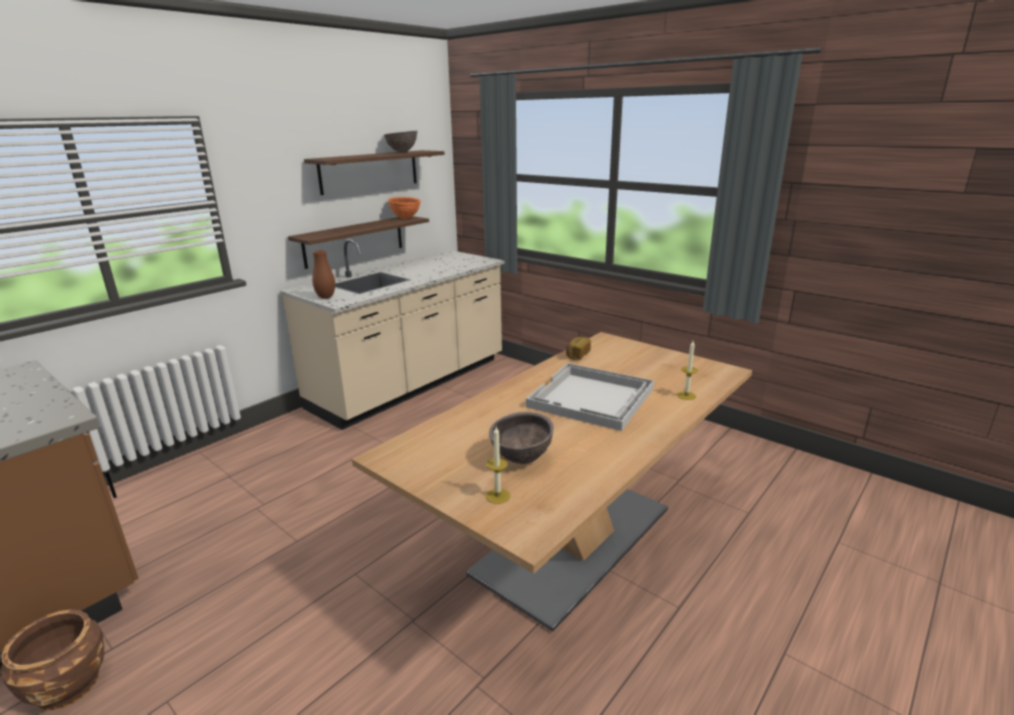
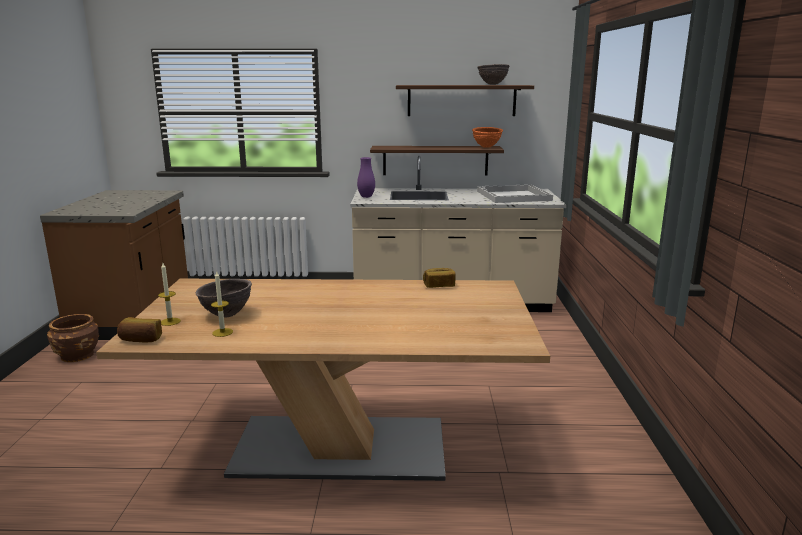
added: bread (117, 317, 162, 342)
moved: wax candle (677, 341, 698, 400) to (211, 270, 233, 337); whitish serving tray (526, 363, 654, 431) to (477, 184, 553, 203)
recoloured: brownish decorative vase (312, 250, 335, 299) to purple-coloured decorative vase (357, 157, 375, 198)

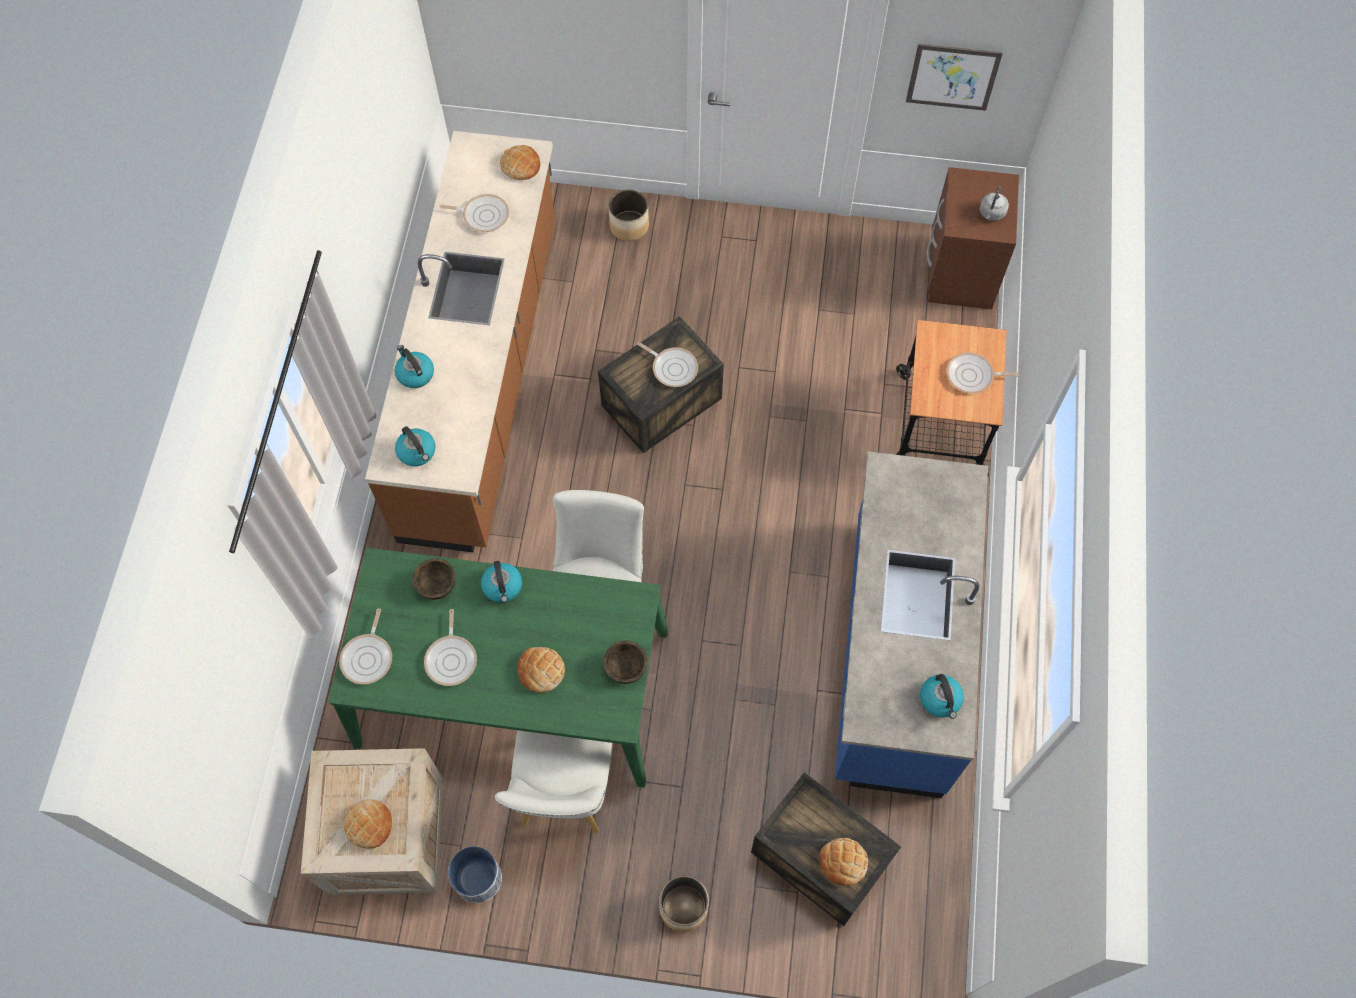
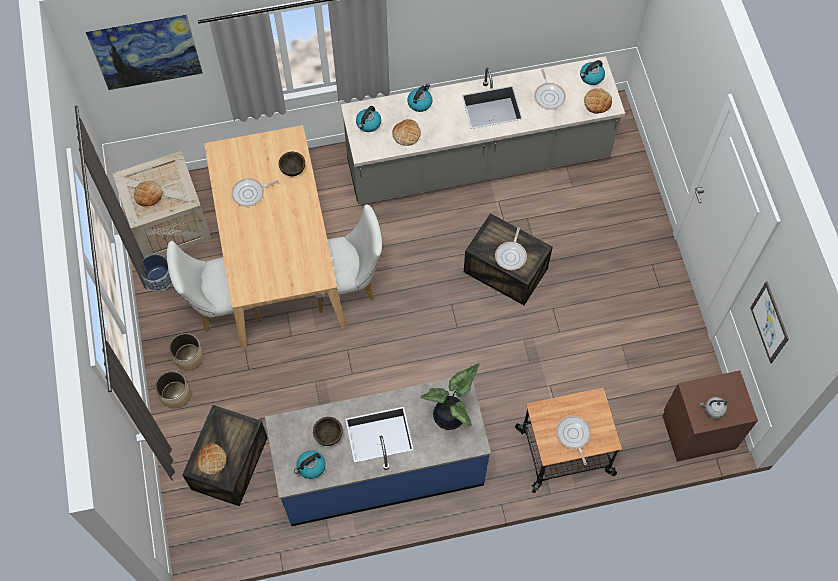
removed: pan (339, 608, 392, 685)
added: wall picture (86, 14, 203, 90); houseplant (420, 363, 480, 430)
moved: plant pot (609, 190, 649, 241) to (169, 333, 204, 371); kettle (481, 561, 522, 603) to (580, 60, 605, 85); brownish serving bowl (603, 641, 648, 684) to (313, 417, 343, 446); bread (518, 647, 565, 693) to (392, 119, 421, 146)
recoloured: brownish kitchen counter (365, 131, 555, 553) to gray kitchen counter (341, 56, 625, 204); greenish kitchen table (328, 548, 668, 788) to beige kitchen table (204, 125, 347, 349)

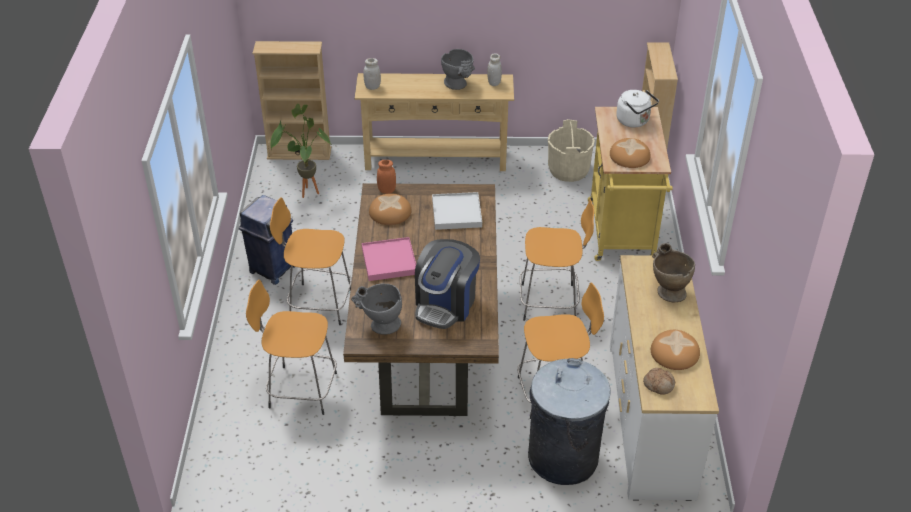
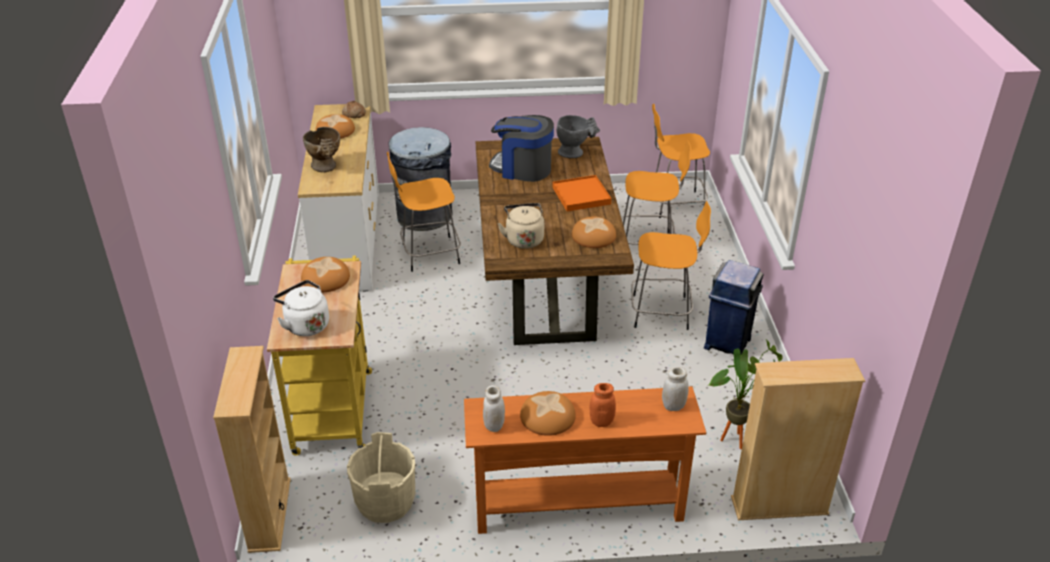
moved: orange jar (377, 160, 396, 194) to (590, 383, 616, 427); orange stool (520, 199, 594, 321) to (652, 104, 710, 218)
replaced: gray decorative vase (441, 49, 475, 90) to bread (520, 391, 576, 436); whitish serving tray (432, 192, 482, 230) to beige kettle (498, 203, 544, 249)
recoloured: beige console table (354, 73, 514, 171) to orange console table (464, 386, 706, 534); pink serving tray (362, 237, 416, 281) to orange serving tray (553, 175, 612, 211)
turned: coffee brewer (415, 239, 480, 329) = (489, 115, 554, 182) 90 degrees counterclockwise

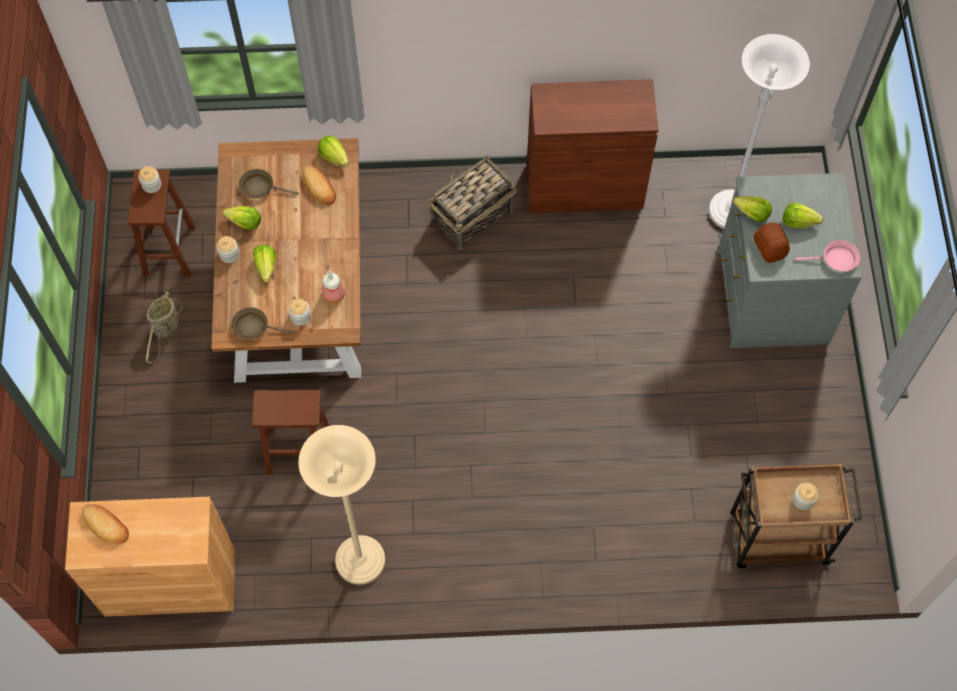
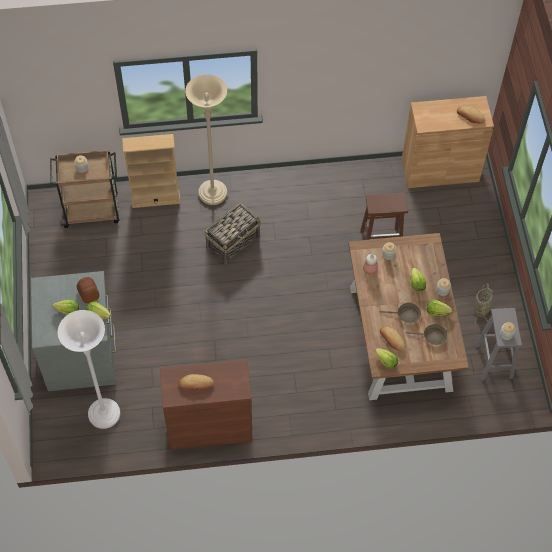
removed: pink pan (795, 240, 860, 272)
added: beige bookcase (122, 134, 181, 208); bread (178, 374, 214, 390)
moved: basket (429, 155, 516, 250) to (204, 203, 261, 265); brownish pan (231, 307, 295, 340) to (380, 303, 421, 323); beige standard lamp (298, 425, 385, 585) to (185, 74, 227, 205)
recoloured: brownish stool (128, 169, 195, 277) to gray stool (475, 308, 522, 380)

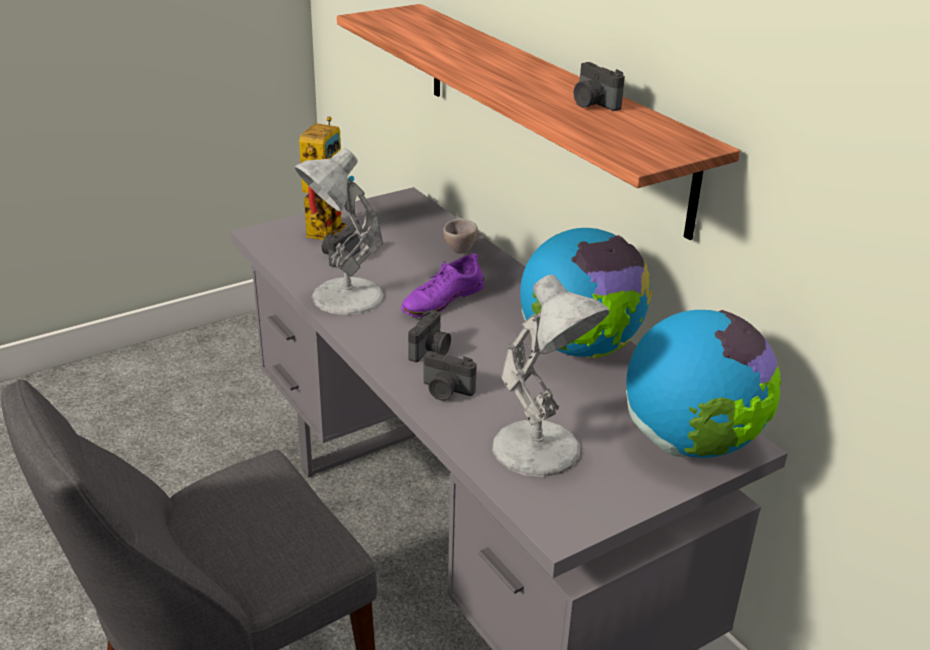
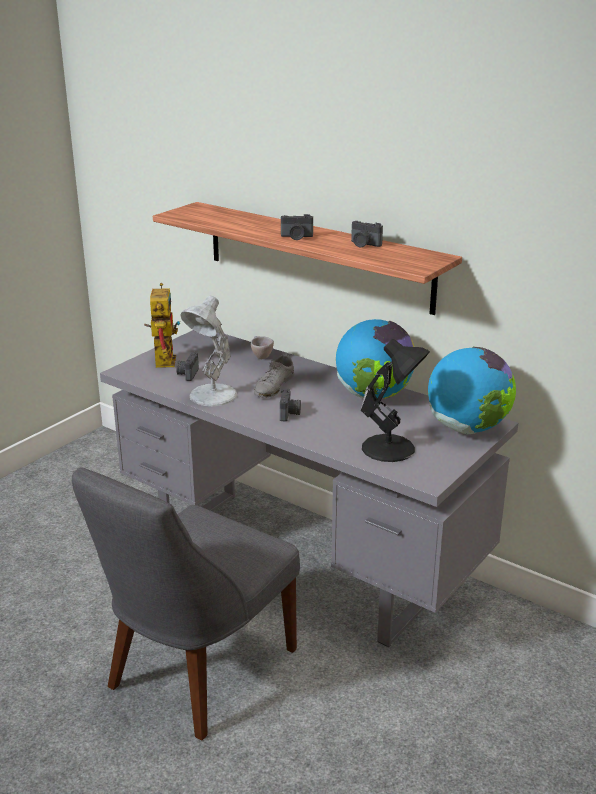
moved: still camera (424, 351, 477, 401) to (281, 214, 313, 240)
recoloured: purple-coloured item of footwear (401, 253, 484, 317) to gray item of footwear (254, 353, 294, 398); whitish lamp for a table (492, 275, 610, 477) to black lamp for a table (361, 339, 430, 462)

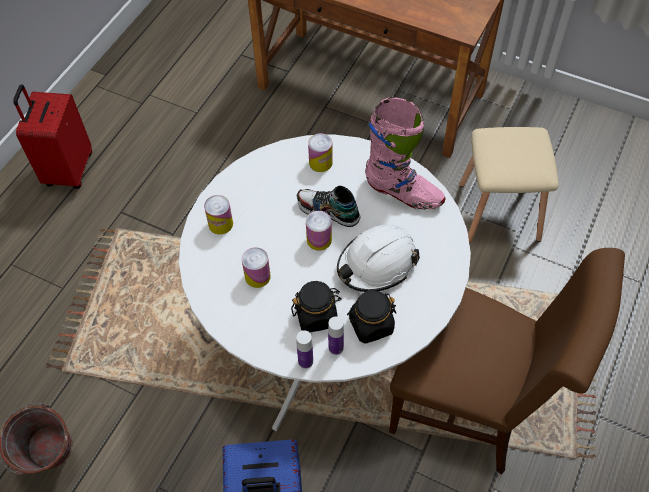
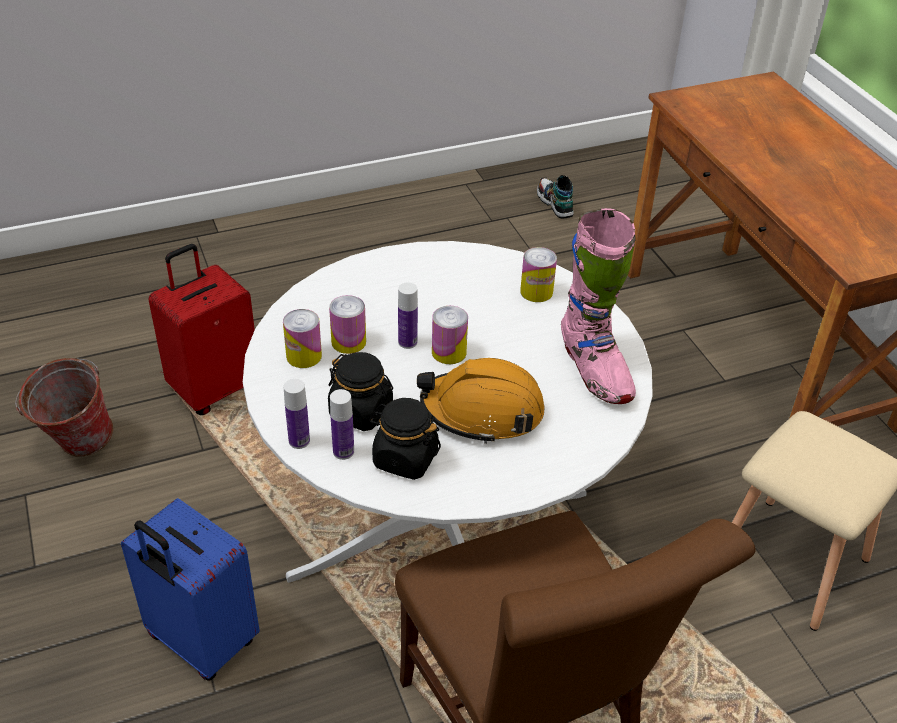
added: bottle (398, 282, 418, 349)
moved: red-coloured travel case (13, 84, 92, 189) to (148, 244, 255, 415); item of footwear (296, 185, 361, 227) to (537, 175, 574, 218); sealed can (204, 195, 233, 235) to (283, 309, 322, 368)
recoloured: whitish safety helmet (337, 225, 420, 292) to orange safety helmet (417, 358, 545, 444)

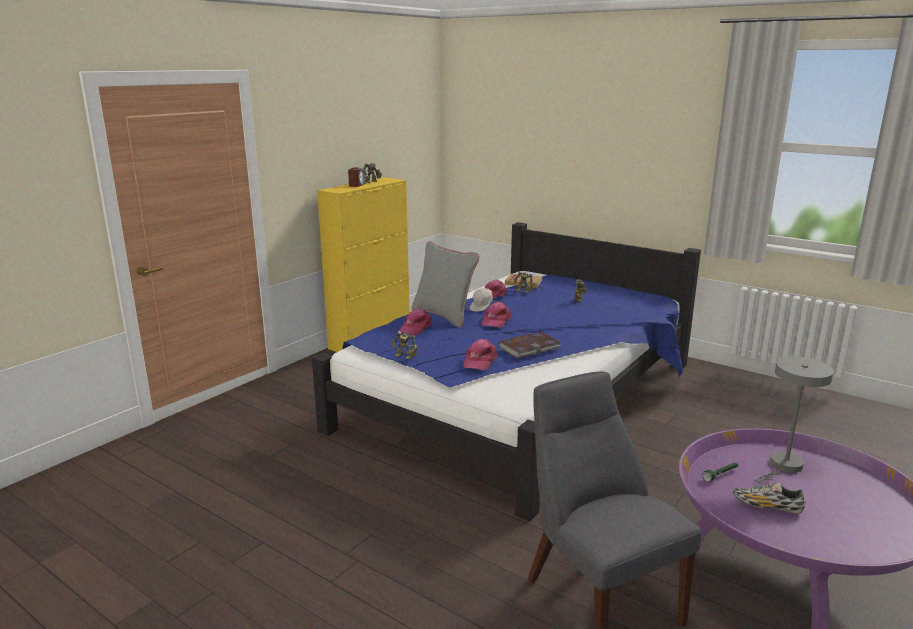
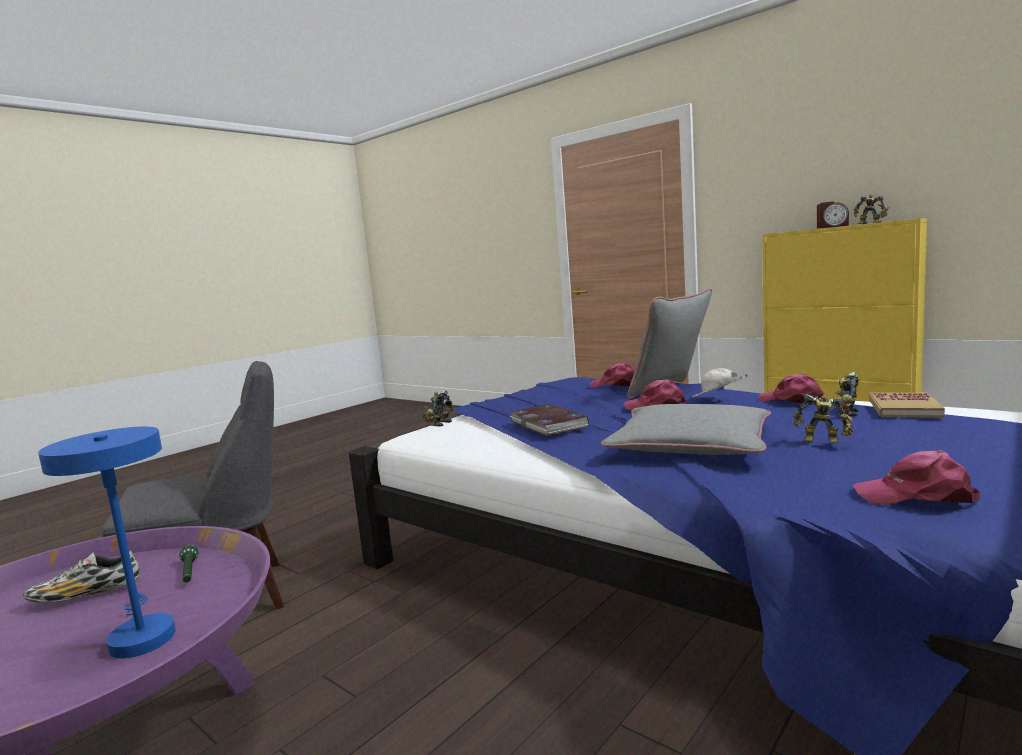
added: gray cushion (601, 404, 771, 455)
moved: robot figure (392, 331, 418, 359) to (422, 390, 454, 427); pink cap (463, 338, 497, 370) to (853, 450, 980, 505)
recoloured: gray lamp for a table (754, 356, 834, 483) to blue-coloured lamp for a table (38, 427, 176, 658)
turned: item of footwear (733, 482, 805, 514) = (23, 550, 140, 603) 135 degrees counterclockwise

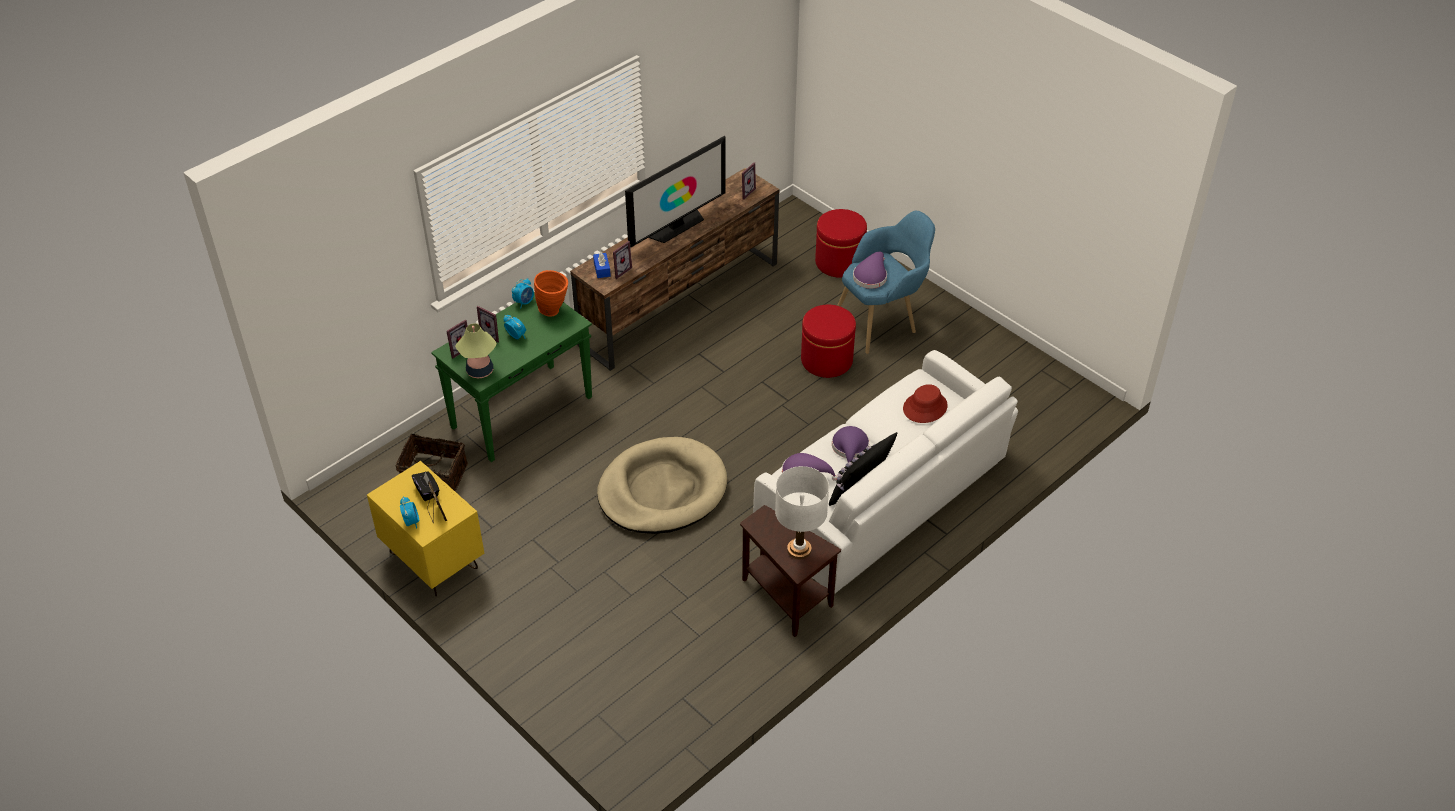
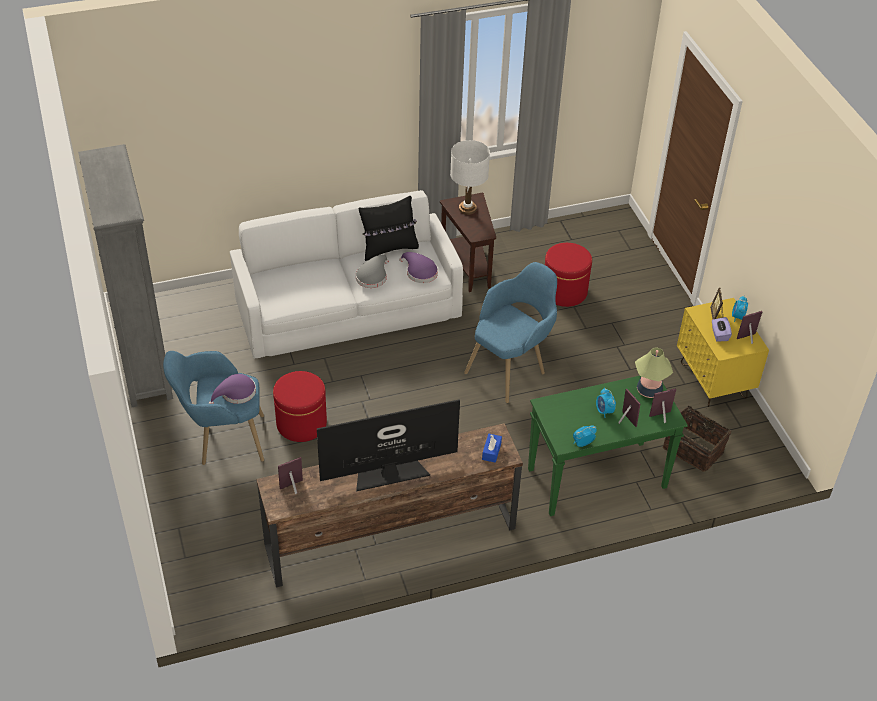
removed: orange decorative vase (534, 270, 568, 316); red-coloured clothing hat (903, 384, 948, 423)
added: gray bookcase (78, 144, 173, 407)
moved: red-coloured pouffe (815, 209, 867, 278) to (545, 243, 592, 307); standing frame (613, 241, 632, 279) to (737, 311, 762, 344)
replaced: beige pet bed (597, 437, 727, 534) to blue-coloured easy chair (464, 262, 557, 403)
recoloured: purple-coloured clothing hat (832, 426, 869, 462) to gray clothing hat (356, 255, 389, 288); black tissue box (412, 471, 439, 501) to purple-coloured tissue box (712, 317, 732, 341)

